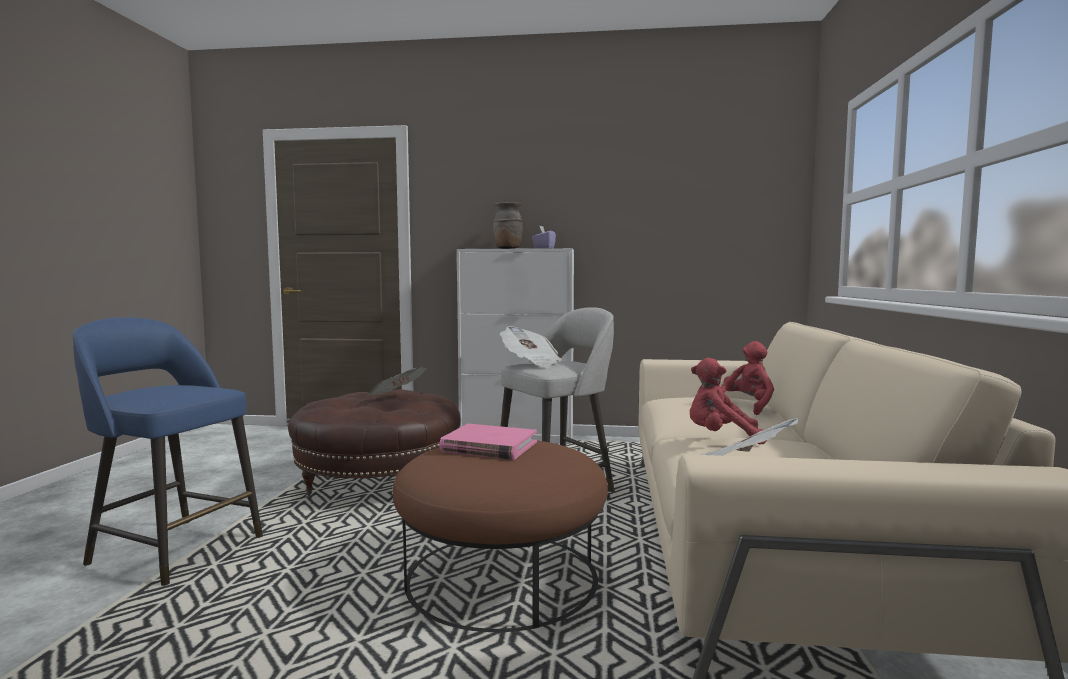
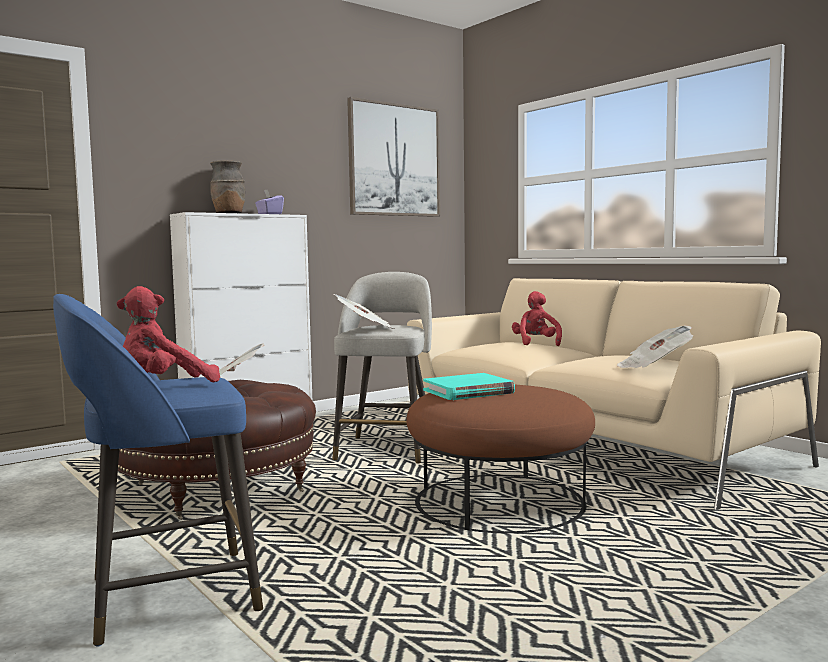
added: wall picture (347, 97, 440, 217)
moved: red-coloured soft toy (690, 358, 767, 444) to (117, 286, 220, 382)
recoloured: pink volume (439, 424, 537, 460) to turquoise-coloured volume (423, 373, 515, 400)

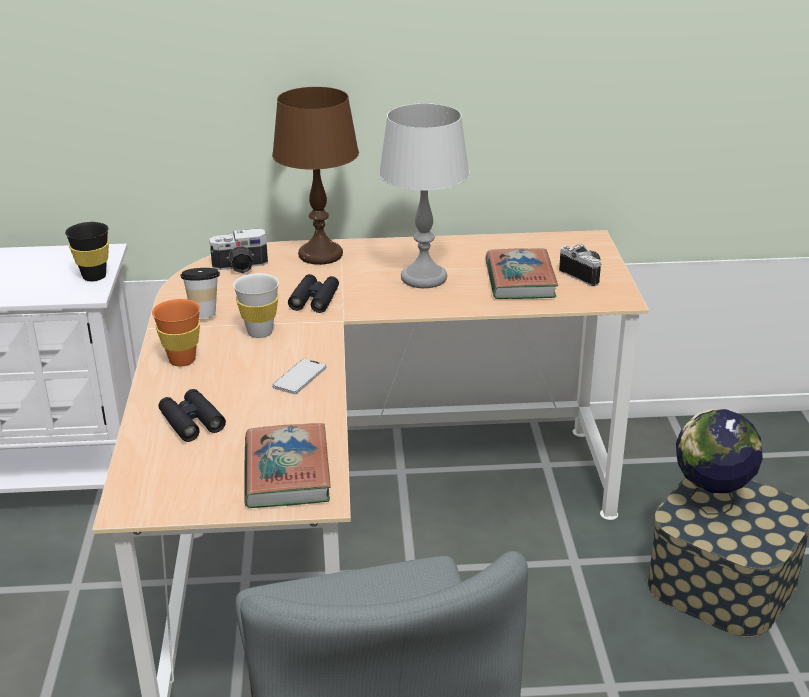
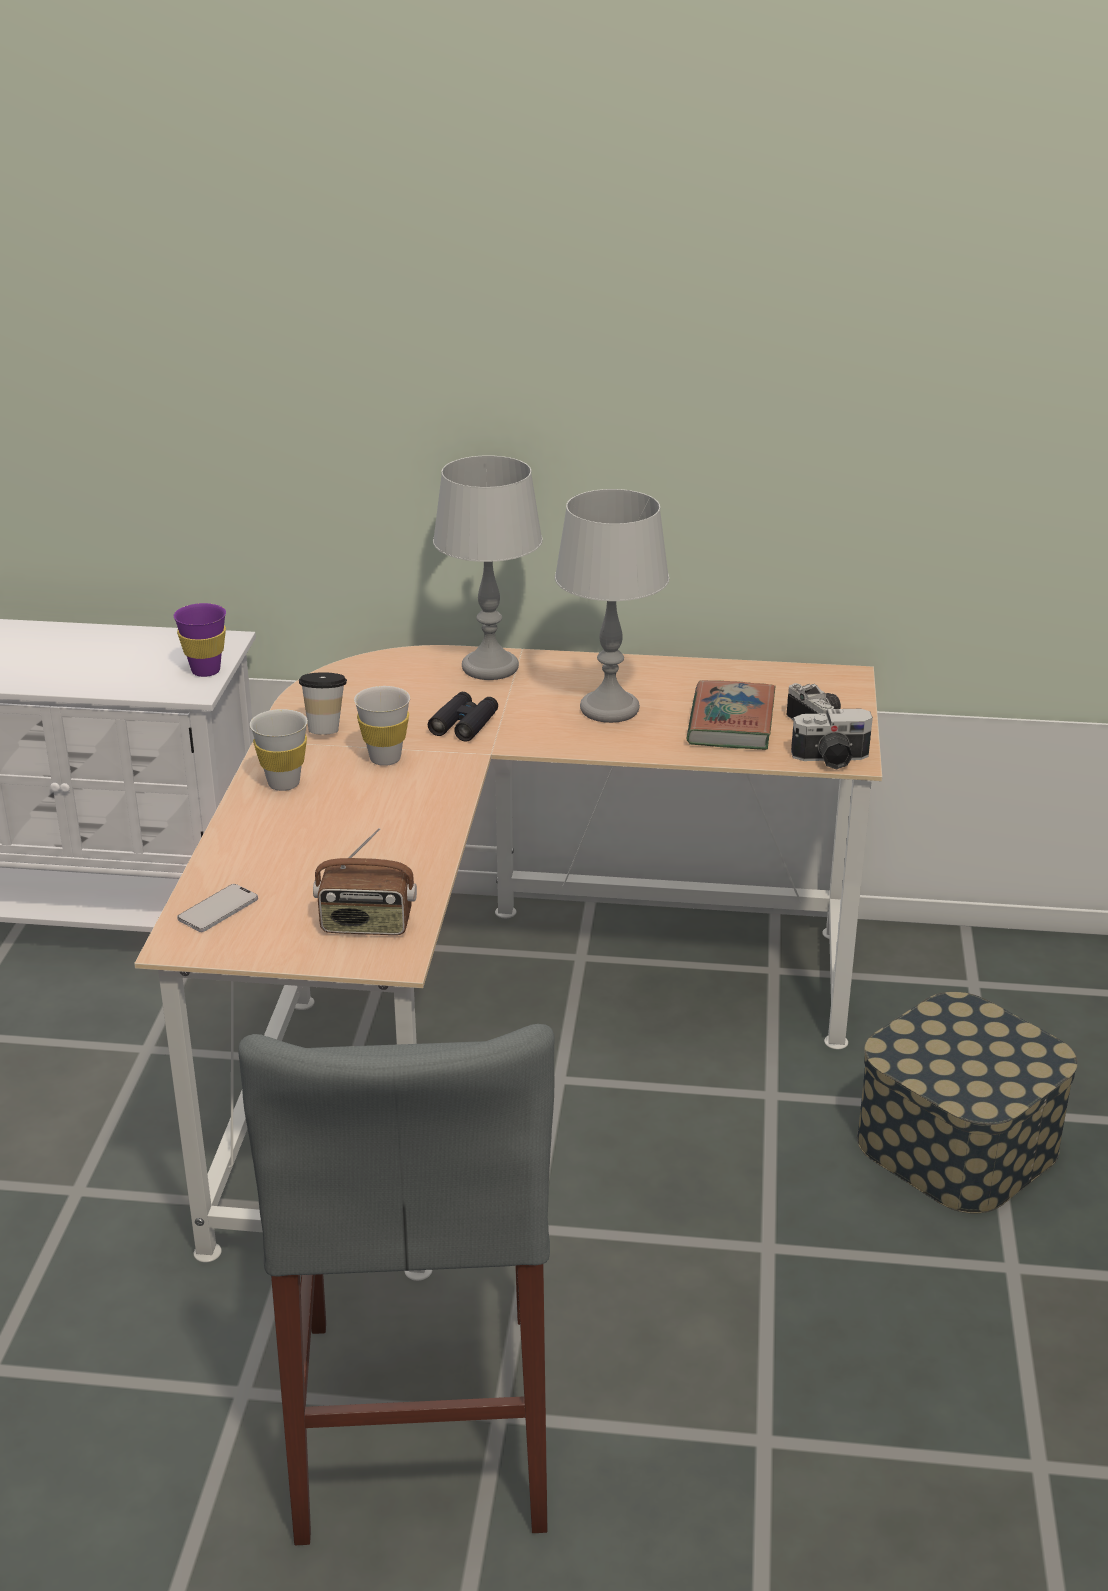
removed: black binoculars (158, 389, 226, 442); world globe (676, 409, 763, 515)
moved: still camera (209, 229, 268, 273) to (791, 709, 873, 770); telephone (272, 359, 326, 394) to (177, 884, 258, 932)
replaced: volume (244, 423, 331, 508) to radio (313, 828, 417, 935)
recoloured: brownish lamp for a table (272, 87, 359, 265) to gray lamp for a table (433, 455, 543, 680); black cup (65, 222, 109, 281) to purple-coloured cup (174, 603, 226, 677); orange cup (152, 299, 200, 366) to whitish cup (250, 709, 308, 791)

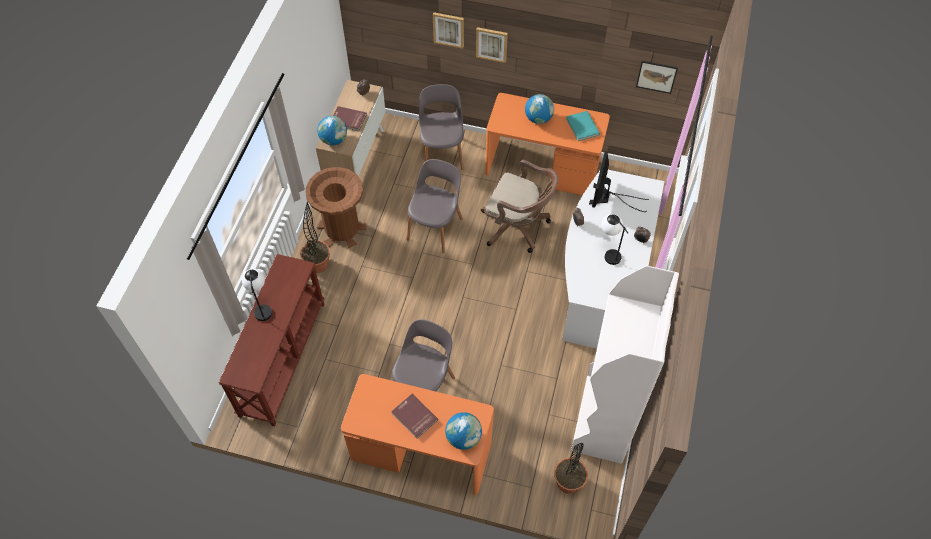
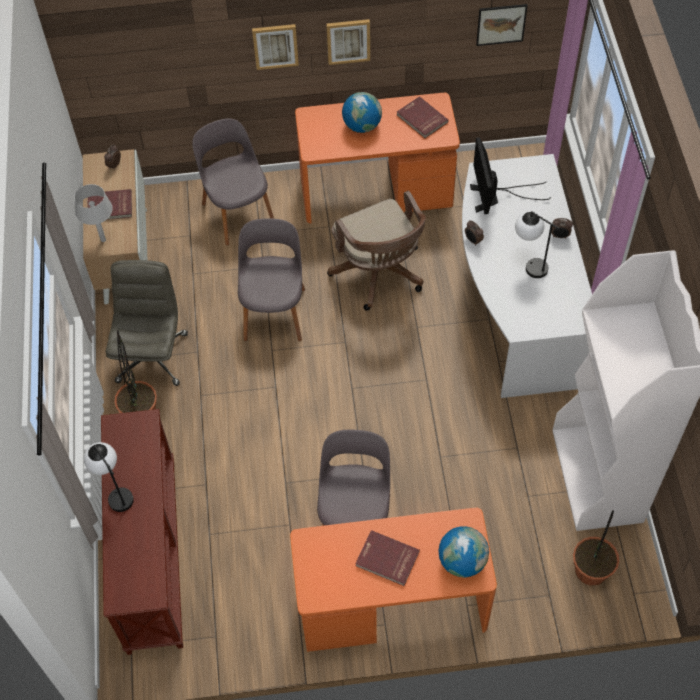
moved: wall picture (433, 12, 464, 49) to (326, 19, 370, 65)
replaced: world globe (317, 116, 347, 145) to gray lamp for a table (74, 184, 113, 242); brownish trash can (306, 167, 366, 248) to gray computer chair (106, 260, 188, 386)
recoloured: turquoise-coloured volume (566, 111, 600, 141) to red-coloured volume (397, 96, 449, 138)
turned: brownish computer chair (481, 160, 559, 253) = (327, 190, 426, 311) 60 degrees clockwise

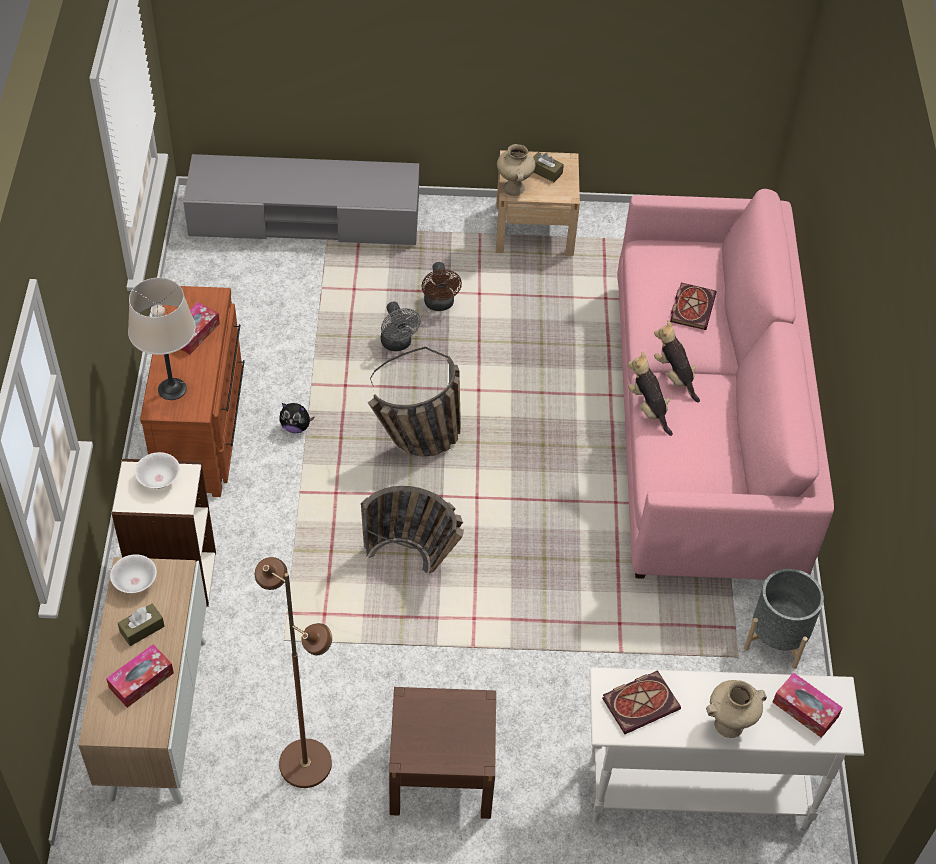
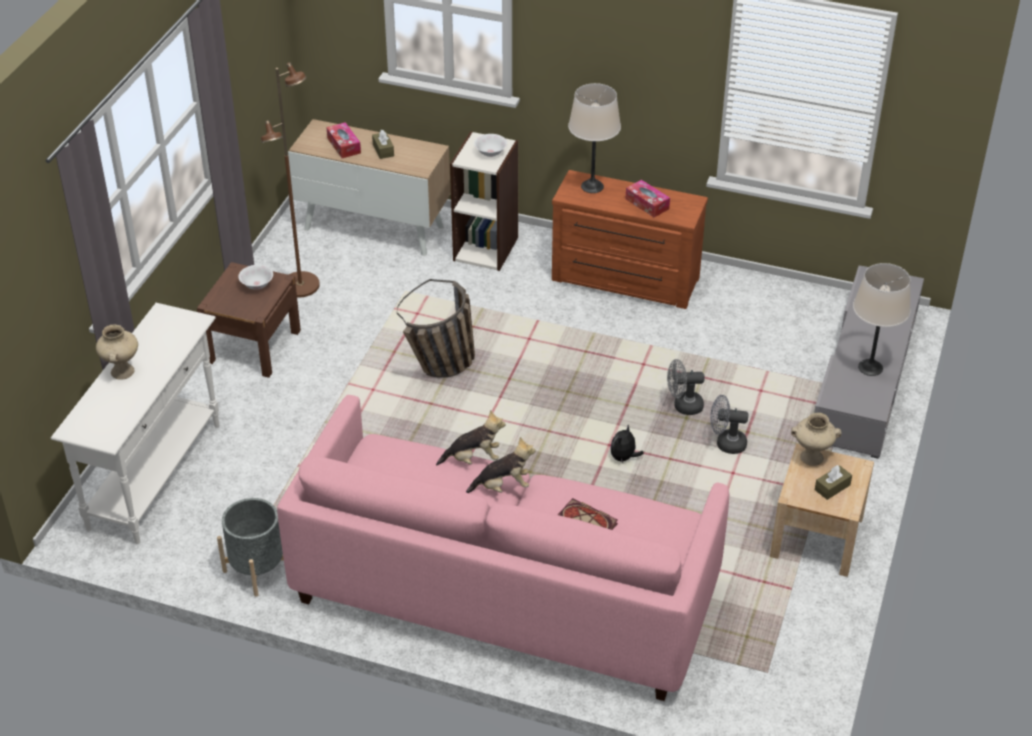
removed: basket (368, 347, 461, 457); volume (602, 670, 681, 734); tissue box (773, 672, 843, 738)
added: beige lamp for a table (853, 263, 911, 376)
moved: soft toy (279, 403, 315, 433) to (611, 425, 644, 463); whitish serving bowl (110, 554, 157, 593) to (238, 265, 273, 290)
recoloured: brownish electric fan (421, 262, 462, 311) to gray electric fan (710, 395, 749, 454)

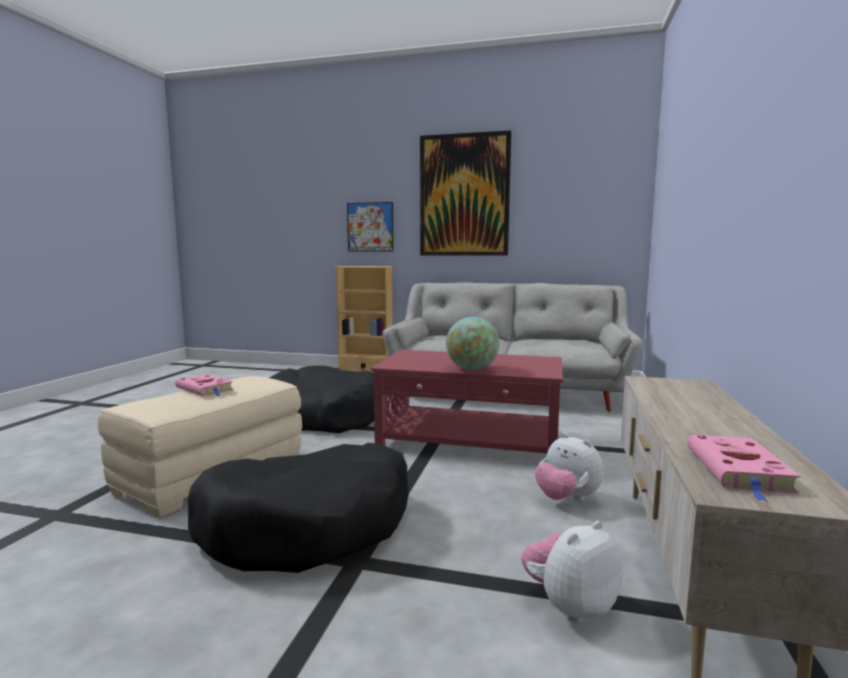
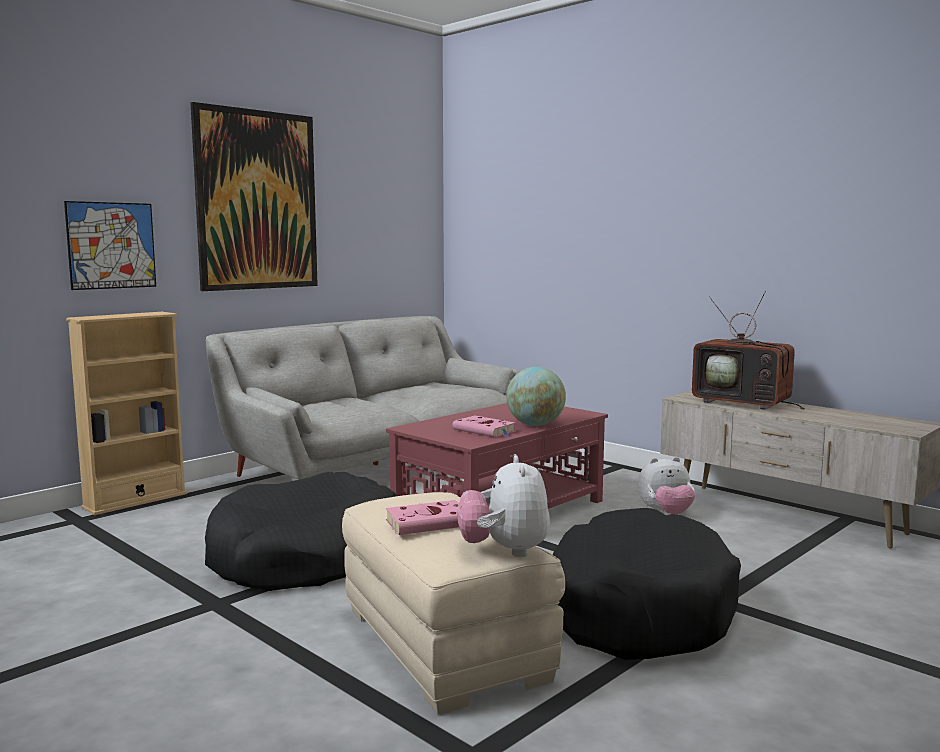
added: TV set (692, 290, 805, 410)
moved: pink volume (687, 434, 800, 502) to (452, 416, 515, 437); soft toy (521, 521, 622, 623) to (457, 455, 550, 557)

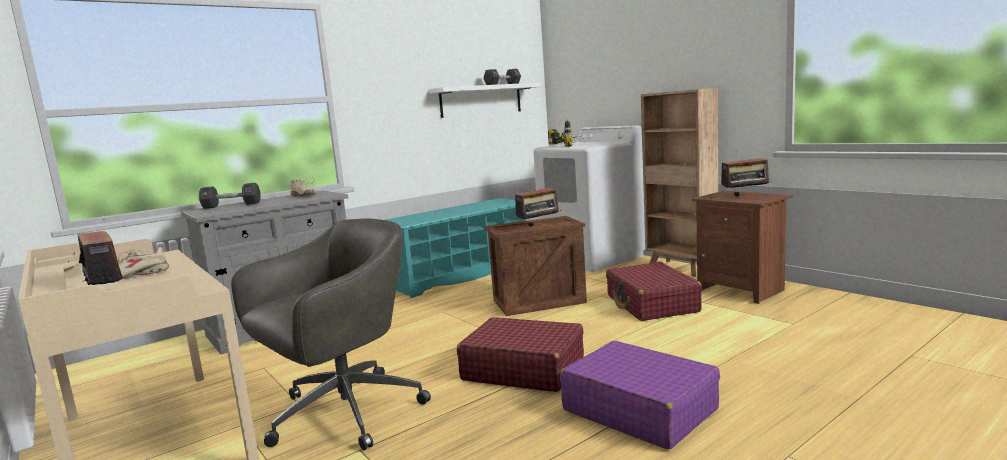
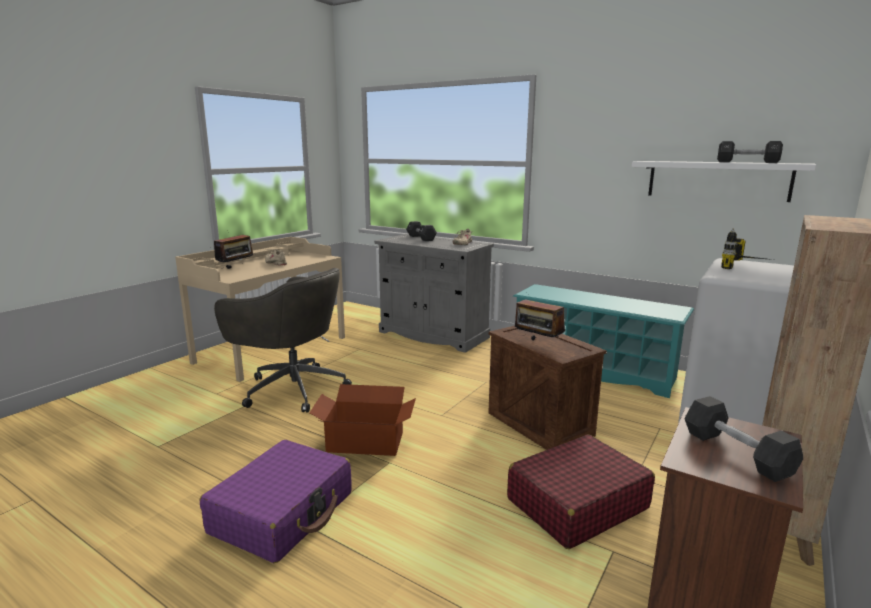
replaced: radio (721, 158, 772, 196) to black free weight (684, 396, 803, 482); red-coloured travel case (457, 317, 584, 392) to carton (309, 384, 416, 456)

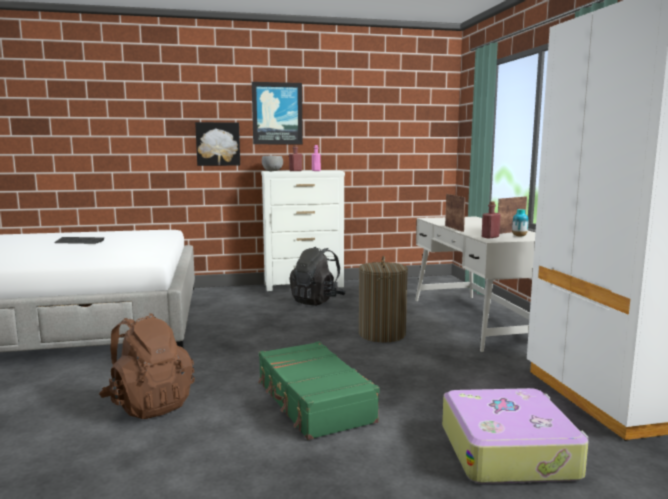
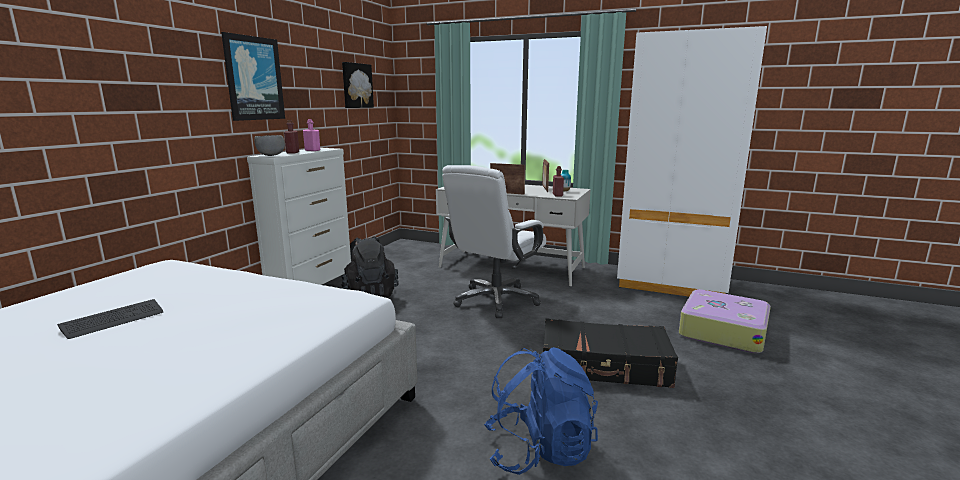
moved: wall picture (195, 122, 240, 166) to (342, 62, 374, 108)
replaced: laundry basket (359, 256, 408, 342) to whitish computer chair (442, 165, 546, 318)
recoloured: brownish knapsack (99, 313, 195, 419) to blue-coloured knapsack (484, 347, 598, 475); greenish travel case (258, 341, 380, 440) to black travel case (543, 319, 678, 388)

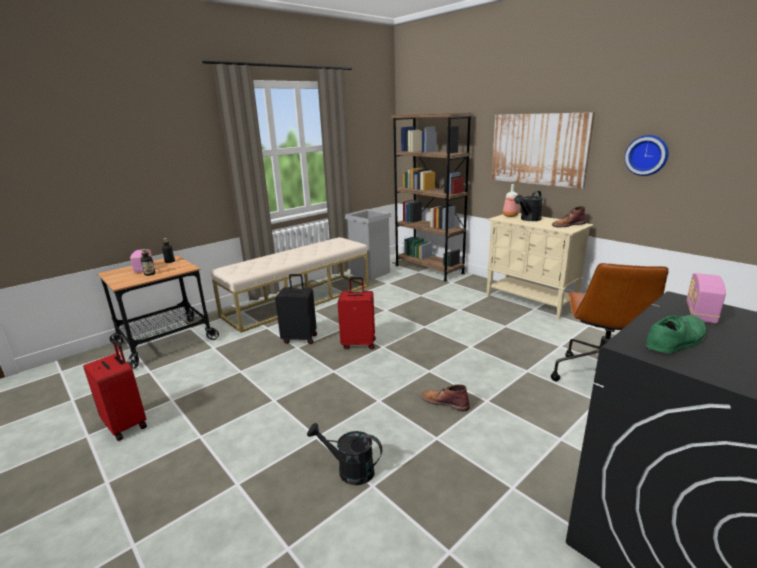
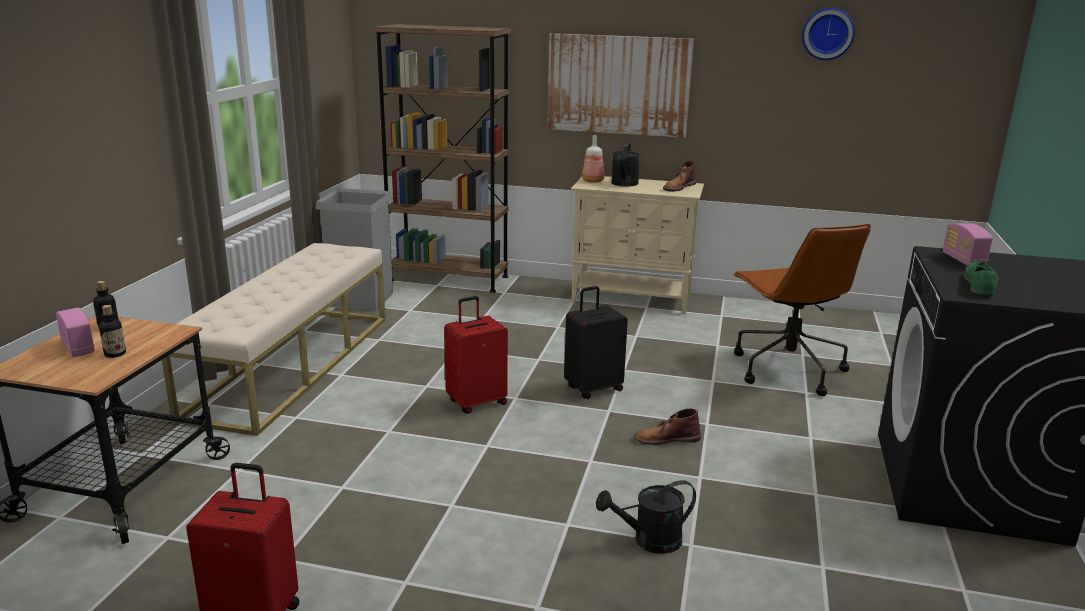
moved: clock on the wall (625, 135, 669, 176) to (802, 8, 855, 60); black travel case (275, 274, 317, 344) to (564, 286, 628, 399)

